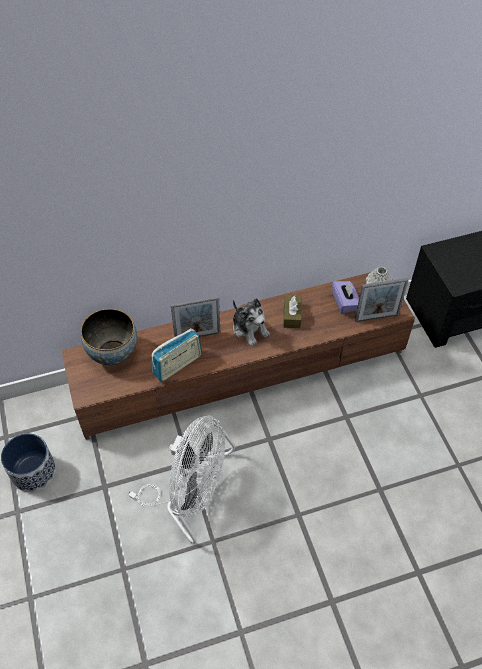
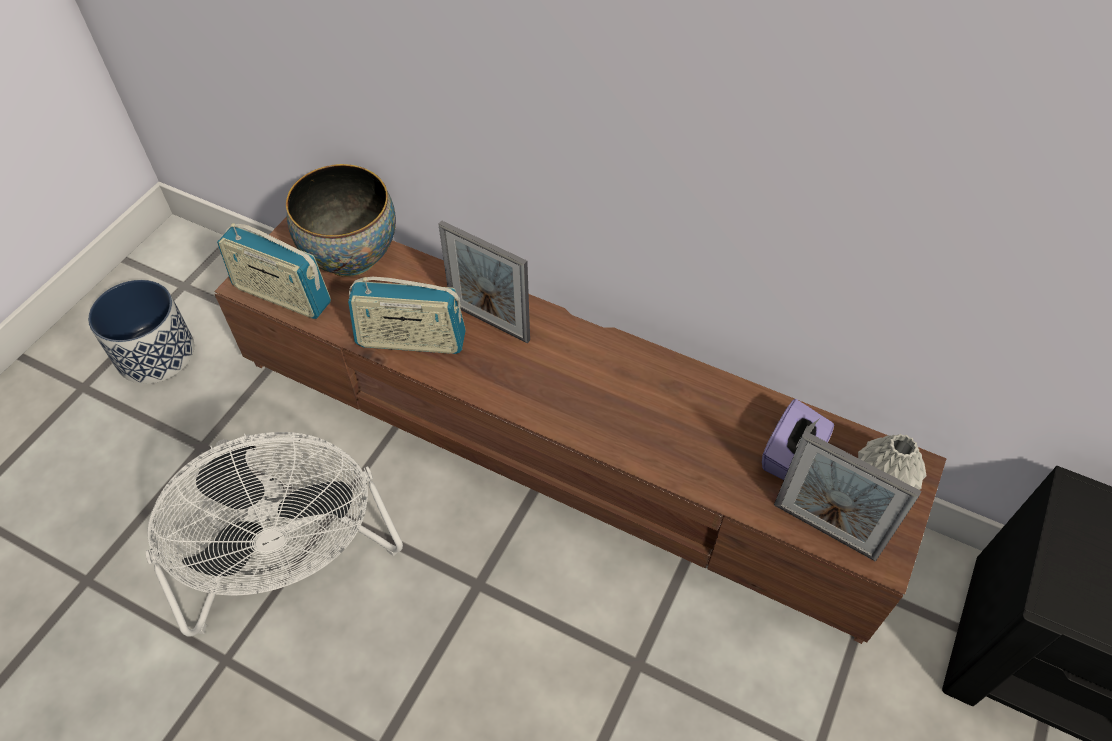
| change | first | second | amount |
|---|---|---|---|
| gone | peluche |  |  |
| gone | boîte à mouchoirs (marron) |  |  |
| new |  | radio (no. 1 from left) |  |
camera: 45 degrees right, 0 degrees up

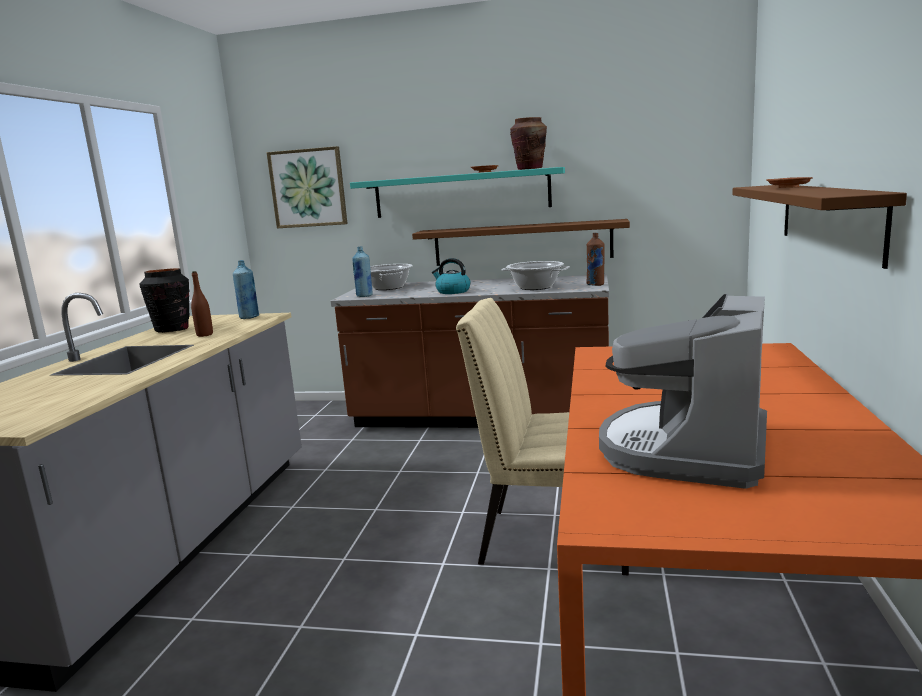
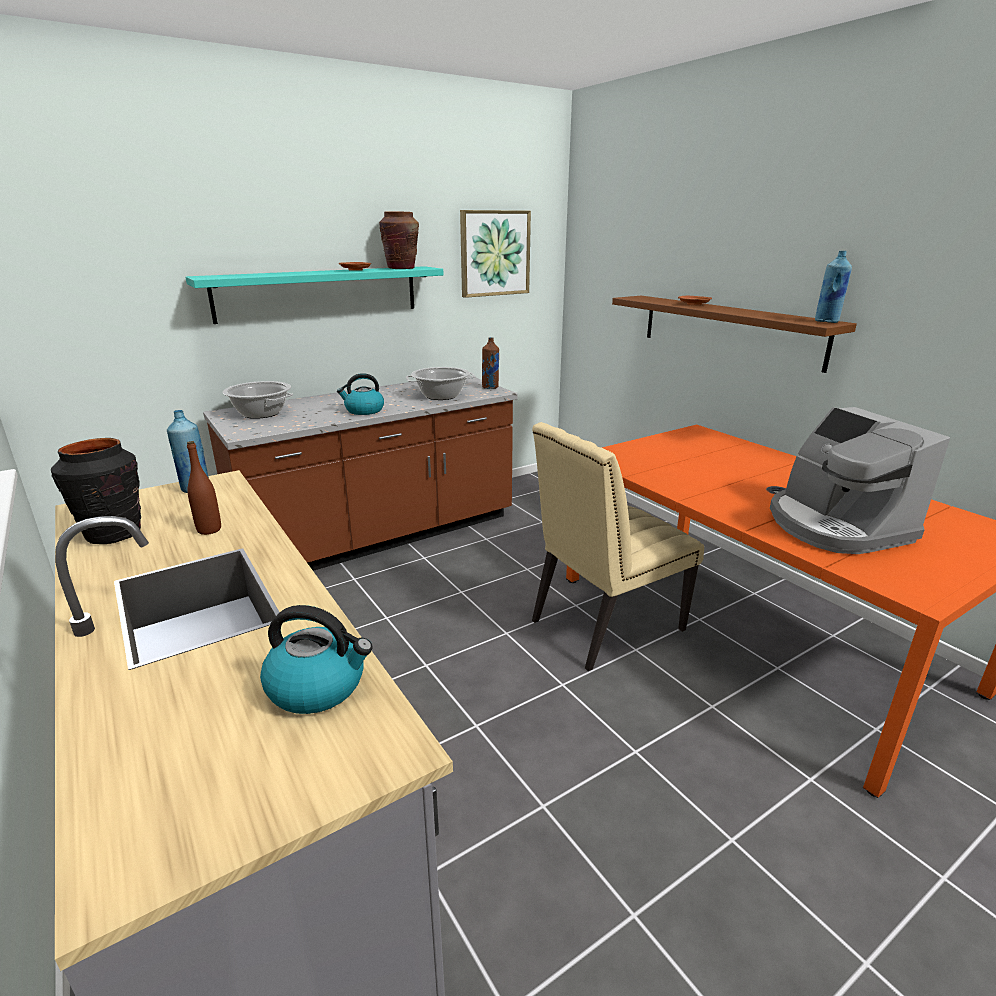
| change | first | second | amount |
|---|---|---|---|
| gone | étagère (marron) (no. 1 from left) |  |  |
| new |  | bouilloire (no. 1 from left) |  |
| shifted | tableau |  |  |
| shifted | bouteille (bleu) (no. 2 from left) |  |  |
camera: 45 degrees left, 10 degrees up

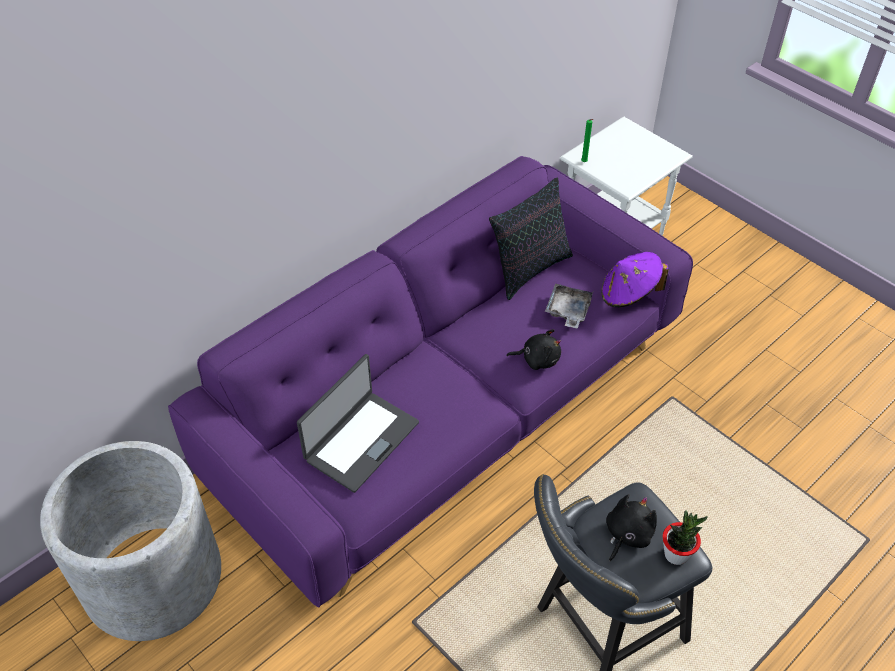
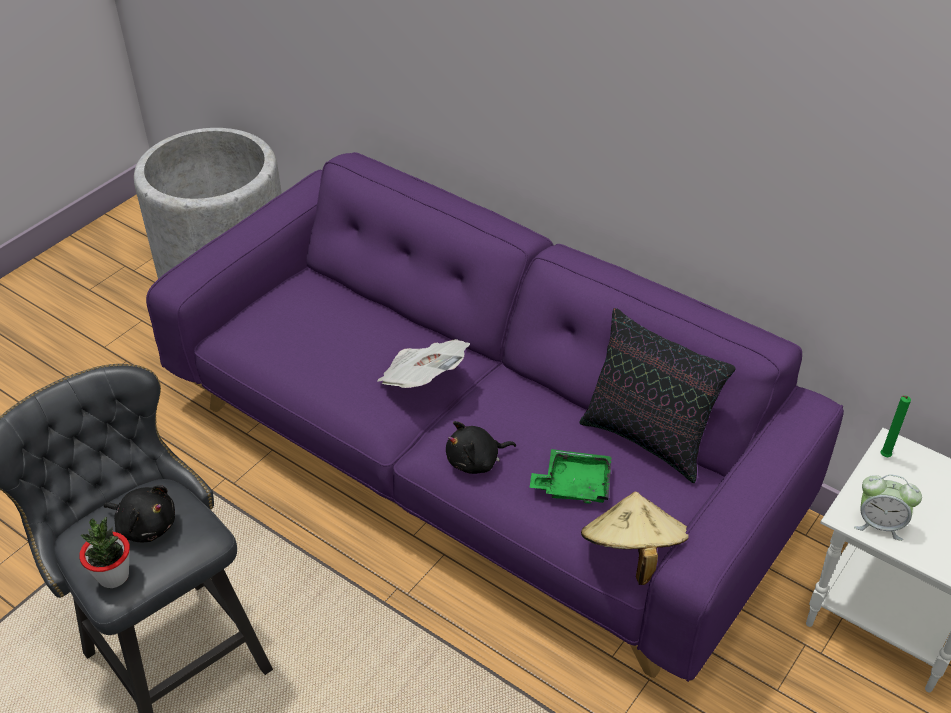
| change | first | second | amount |
|---|---|---|---|
| gone | ordinateur portable |  |  |
| new |  | journal |  |
| new |  | réveil |  |
| repainted | plateau (gris) | plateau (vert) |  |
| repainted | chapeau (violet) | chapeau (beige) |  |
| rotated | peluche (noir) (no. 1 from left in the first image) | peluche (noir) (no. 2 from left) | 75 degrees clockwise |
camera: 80 degrees right, 5 degrees down

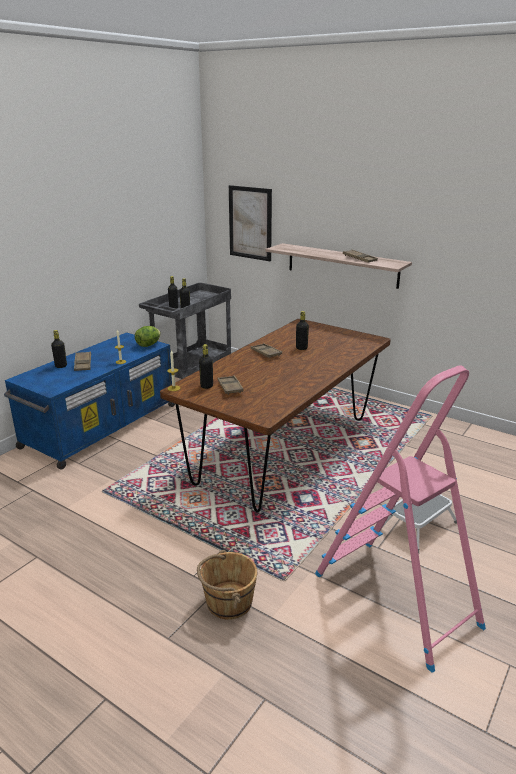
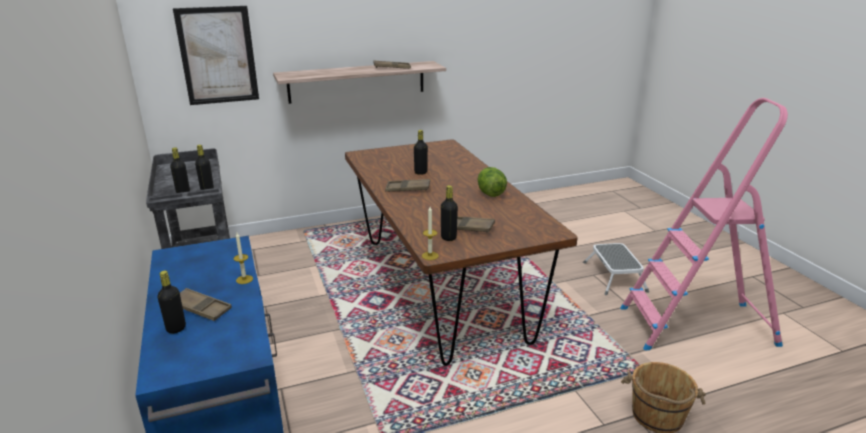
| change | first | second | amount |
|---|---|---|---|
| shifted | laitue |  |  |
camera: 55 degrees left, 0 degrees up

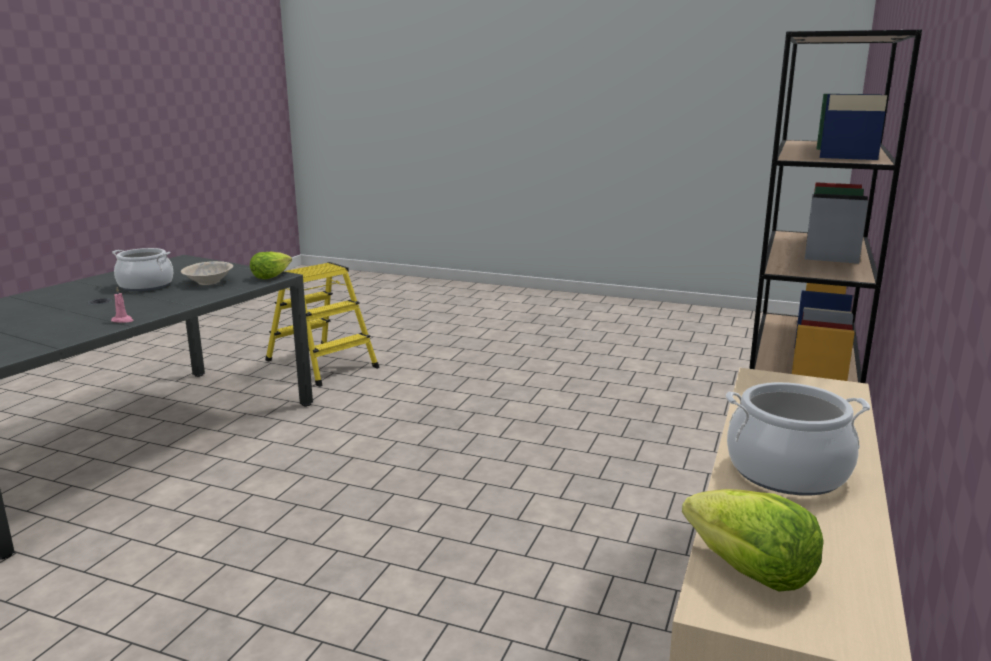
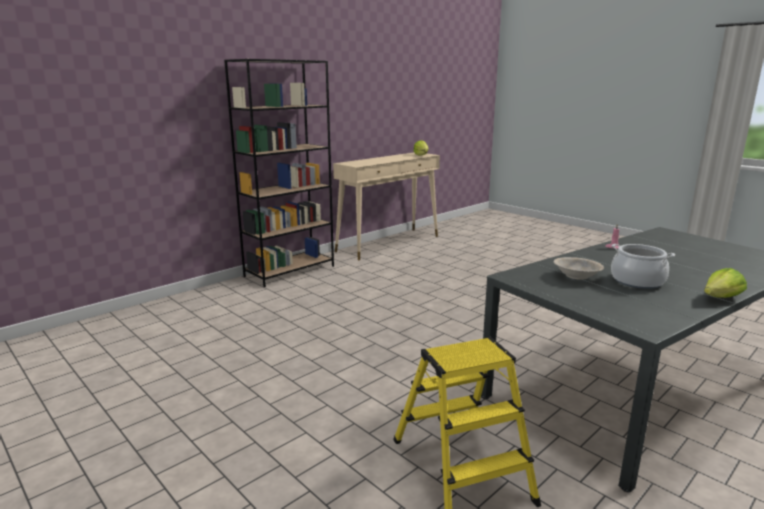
| change | first | second | amount |
|---|---|---|---|
| gone | marmite (no. 2 from left) |  |  |
| shifted | laitue (no. 1 from left in the first image) | laitue (no. 2 from left) |  |
camera: 155 degrees left, 0 degrees up

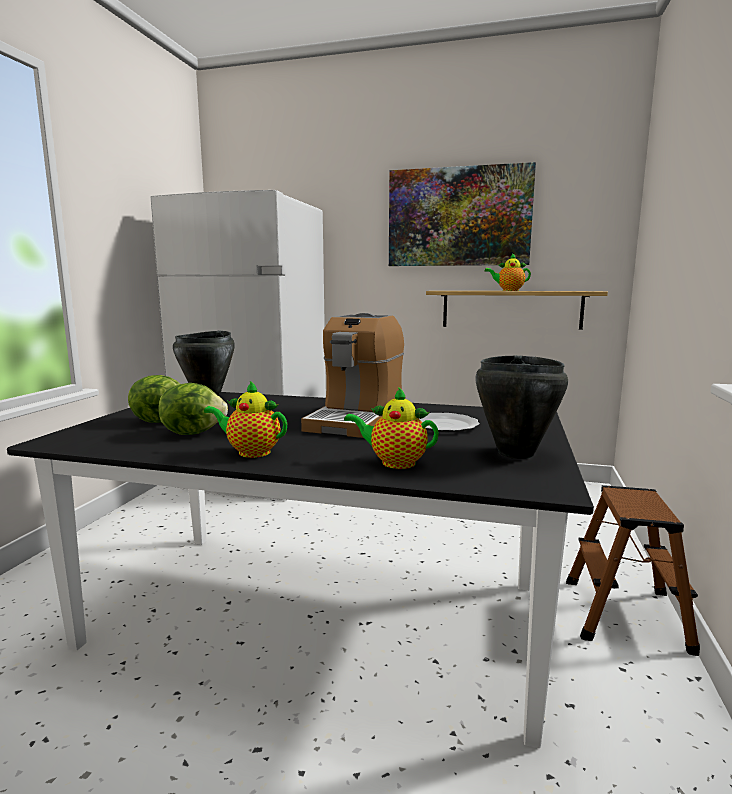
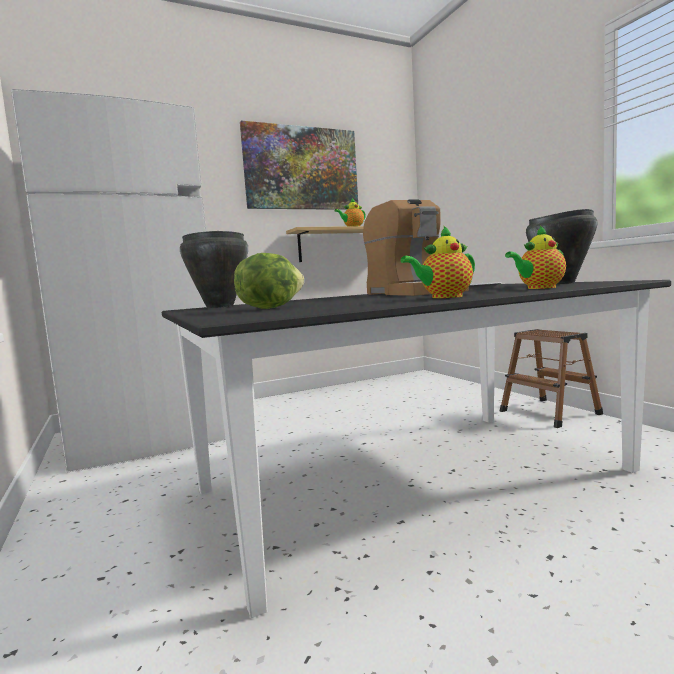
| change | first | second | amount |
|---|---|---|---|
| gone | laitue (no. 2 from left) |  |  |
camera: 40 degrees left, 5 degrees down

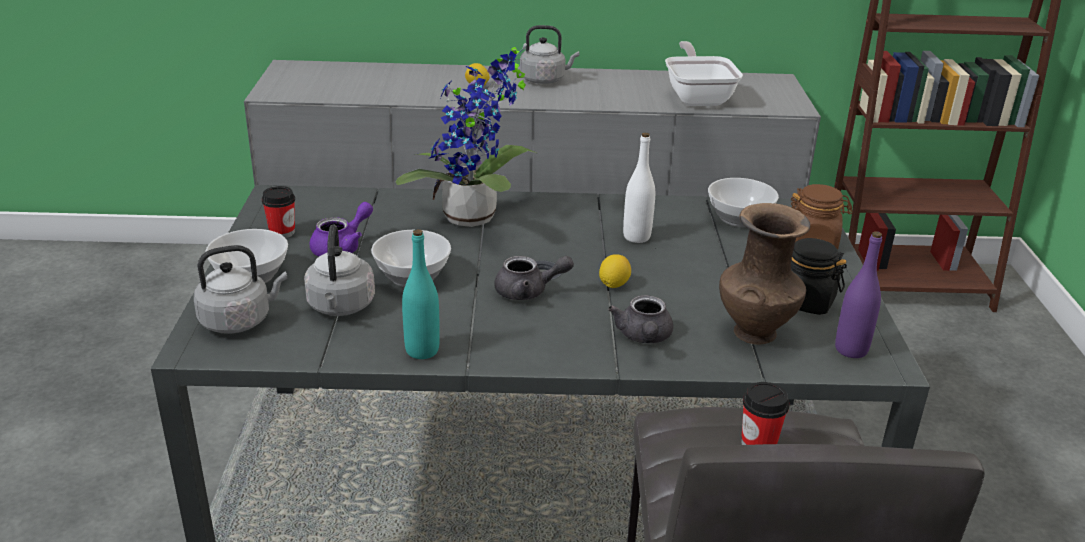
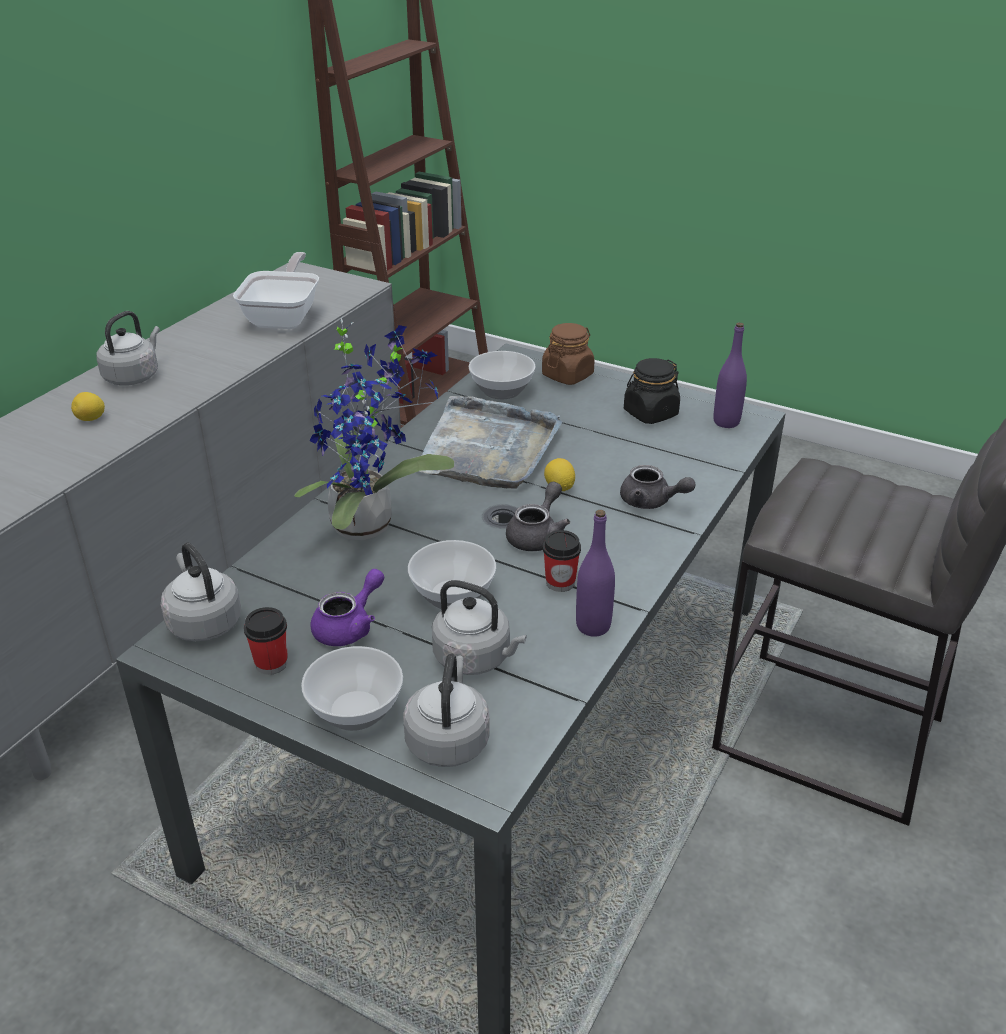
| change | first | second | amount |
|---|---|---|---|
| gone | vase (marron) |  |  |
| new |  | bouilloire (gris) (no. 2 from left) |  |
| shifted | tasse (no. 2 from left) |  |  |
| swapped | bouteille (blanc) | plateau (gris) |  |
| repainted | bouteille (turquoise) | bouteille (violet) (no. 1 from left) |  |
| rotated | théière (violet) |  | 60 degrees clockwise |
| rotated | poêle |  | 75 degrees clockwise |
camera: 60 degrees left, 5 degrees up

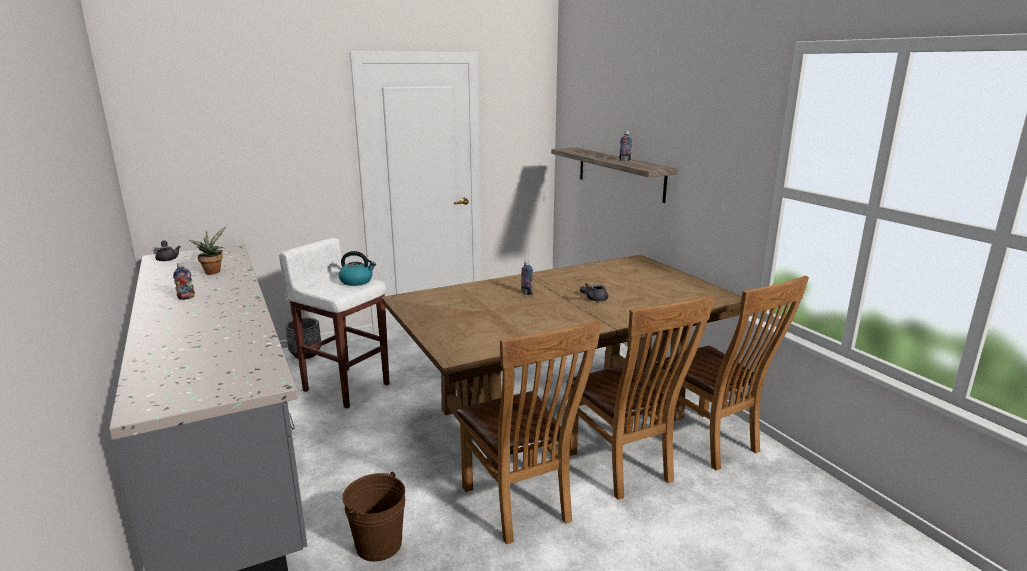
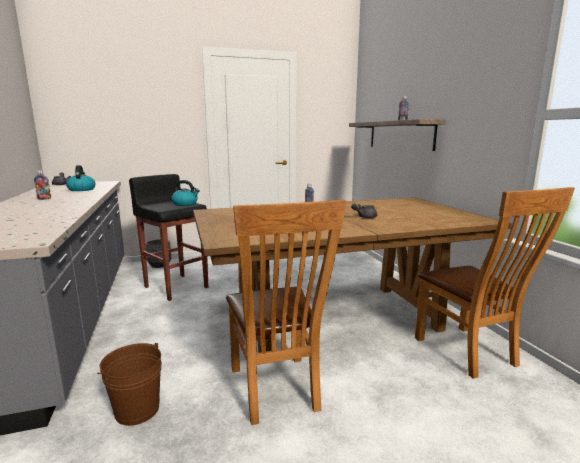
| change | first | second | amount |
|---|---|---|---|
| gone | chaise (marron) (no. 2 from left) |  |  |
| swapped | plante en pot | bouilloire (no. 1 from left) |  |
| repainted | tabouret (blanc) | tabouret (noir) |  |
camera: 10 degrees right, 5 degrees down

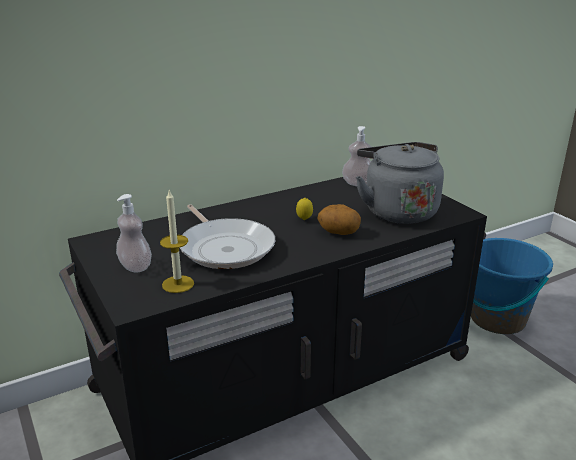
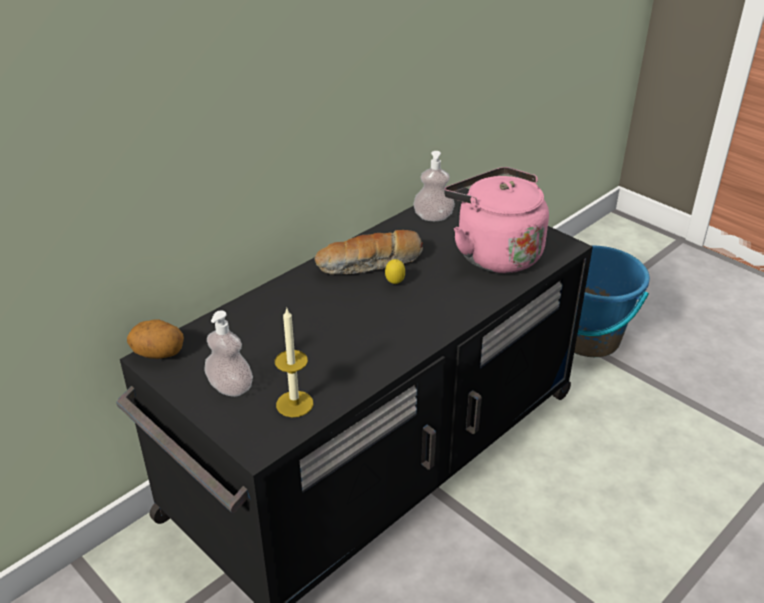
| change | first | second | amount |
|---|---|---|---|
| gone | poêle |  |  |
| new |  | pain |  |
| shifted | pomme de terre |  |  |
| repainted | bouilloire (gris) | bouilloire (rose) |  |
camera: 15 degrees left, 10 degrees up

